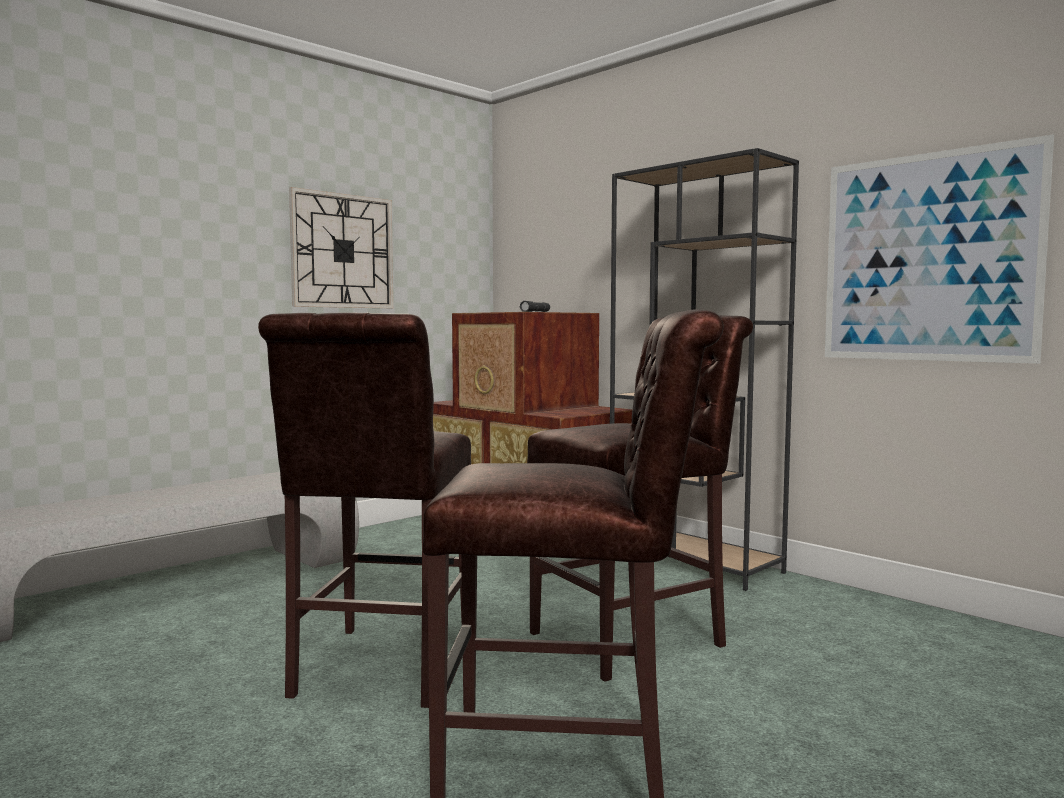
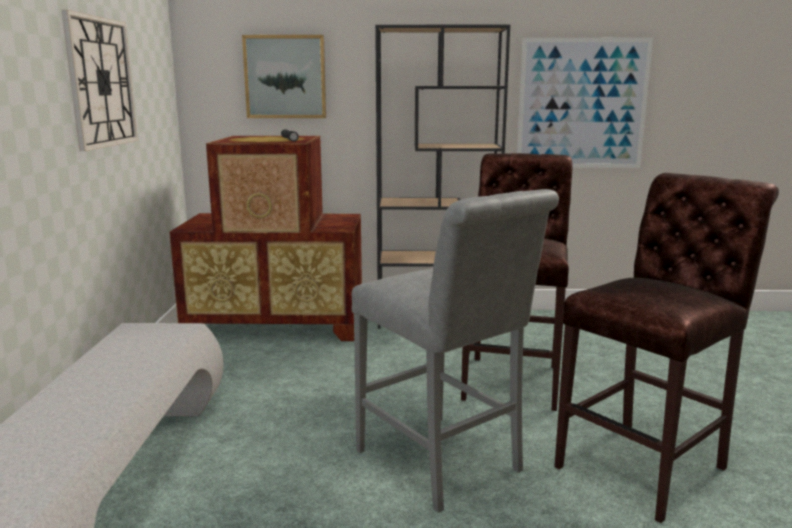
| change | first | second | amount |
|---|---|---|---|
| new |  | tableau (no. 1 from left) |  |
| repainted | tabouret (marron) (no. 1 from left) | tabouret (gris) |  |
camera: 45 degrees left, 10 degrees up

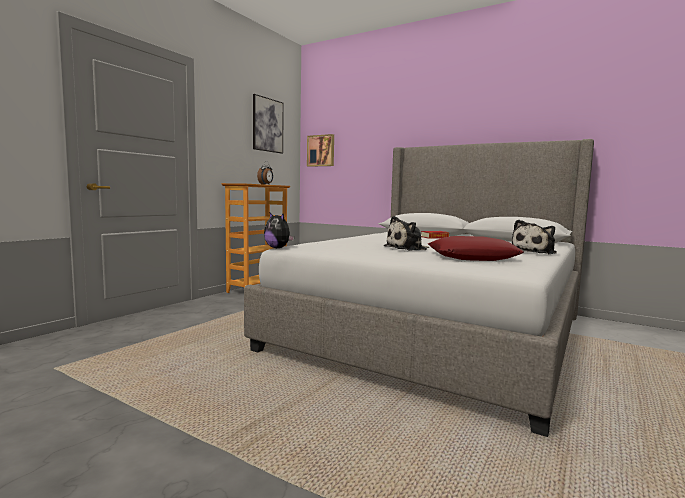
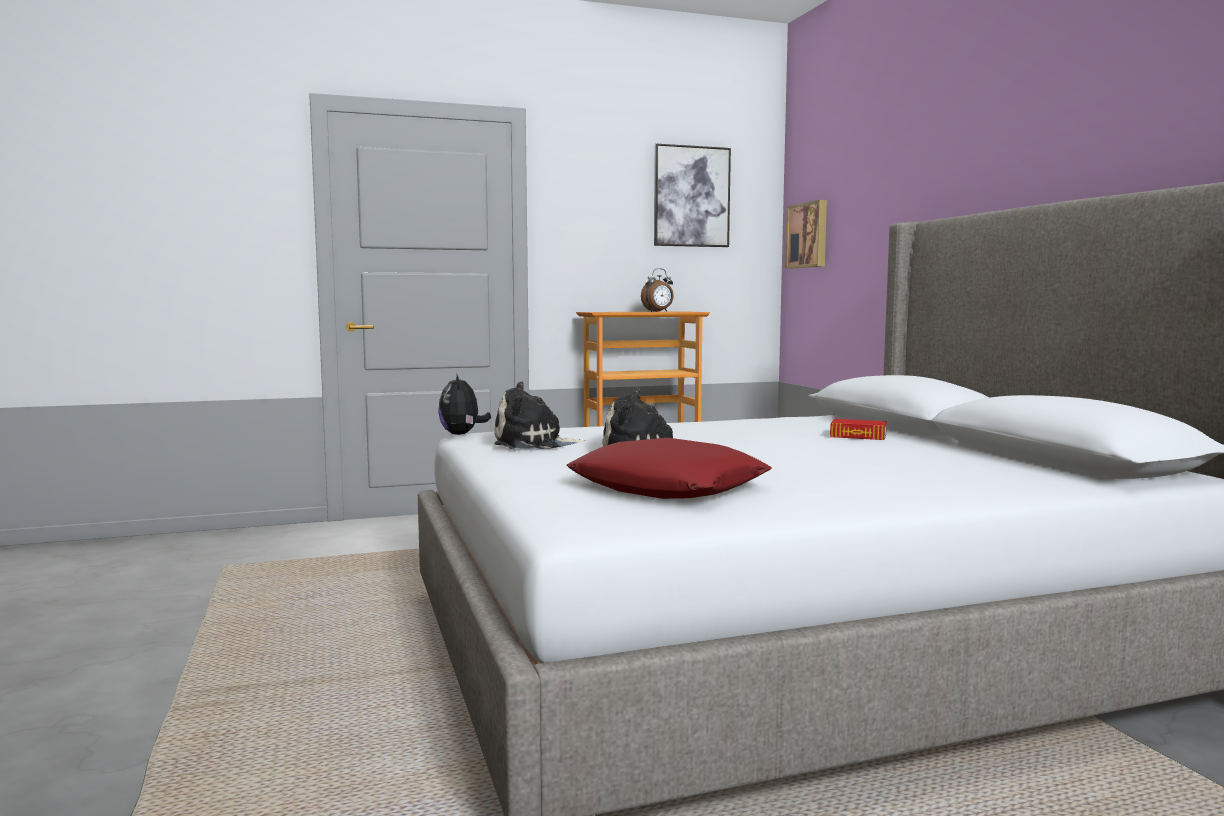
| change | first | second | amount |
|---|---|---|---|
| shifted | peluche (no. 3 from left in the first image) | peluche (no. 2 from left) |  |
camera: 40 degrees right, 0 degrees up

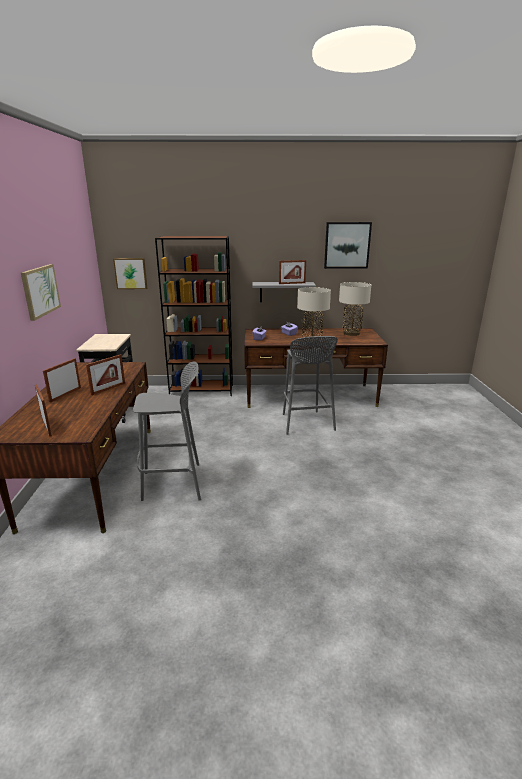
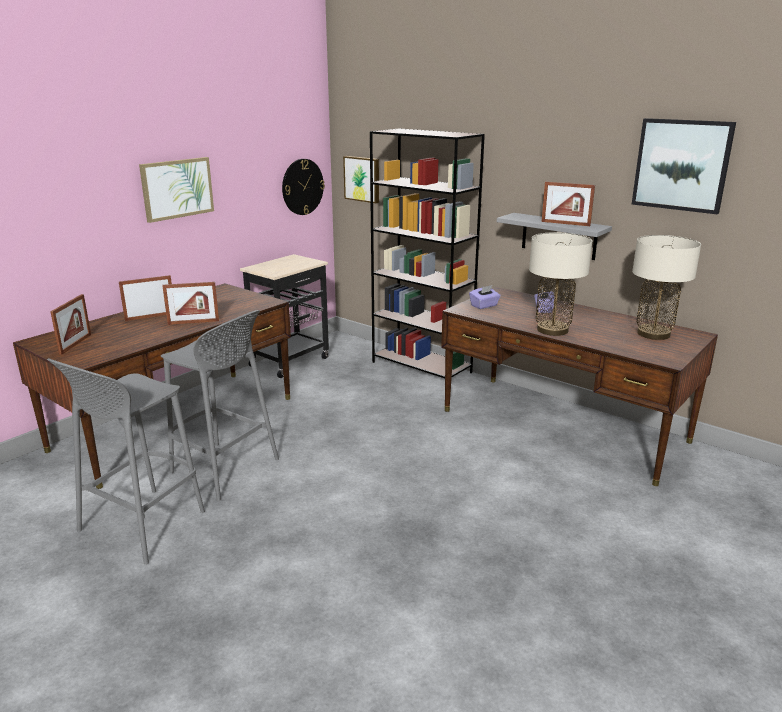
| change | first | second | amount |
|---|---|---|---|
| new |  | horloge murale |  |
| shifted | tabouret (gris) (no. 2 from left in the first image) | tabouret (gris) (no. 1 from left) |  |
camera: 40 degrees right, 0 degrees up

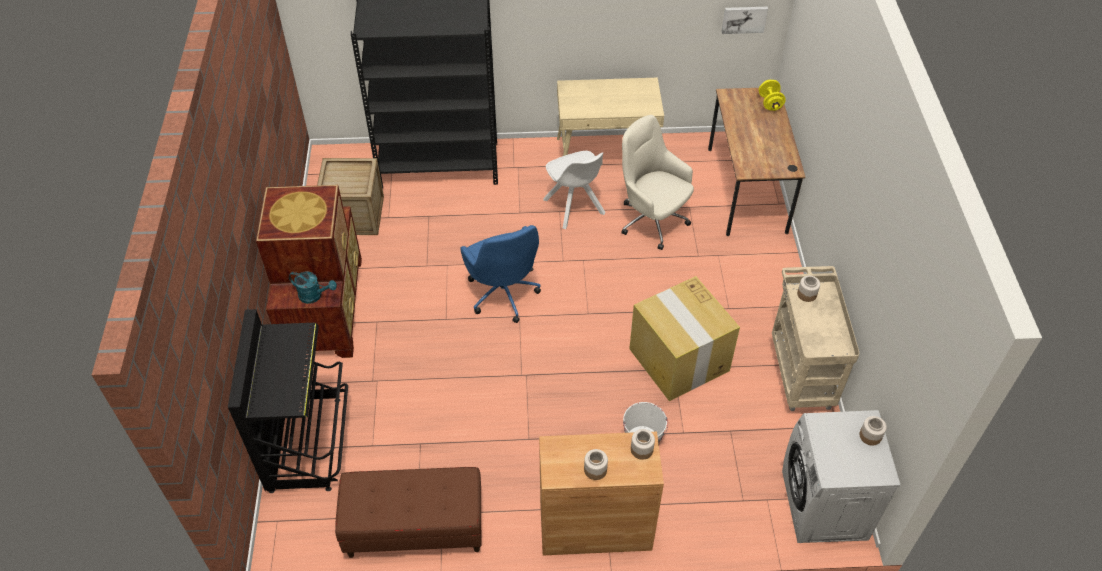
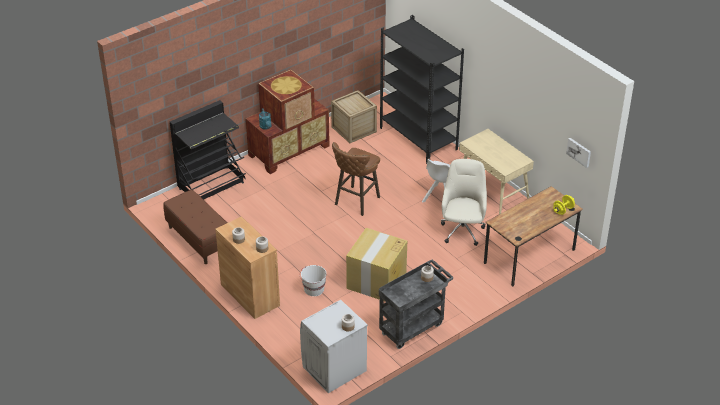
| change | first | second | amount |
|---|---|---|---|
| swapped | chaise de bureau (bleu) | tabouret (marron) |  |
| repainted | chariot (beige) | chariot (noir) |  |
camera: 55 degrees right, 10 degrees down

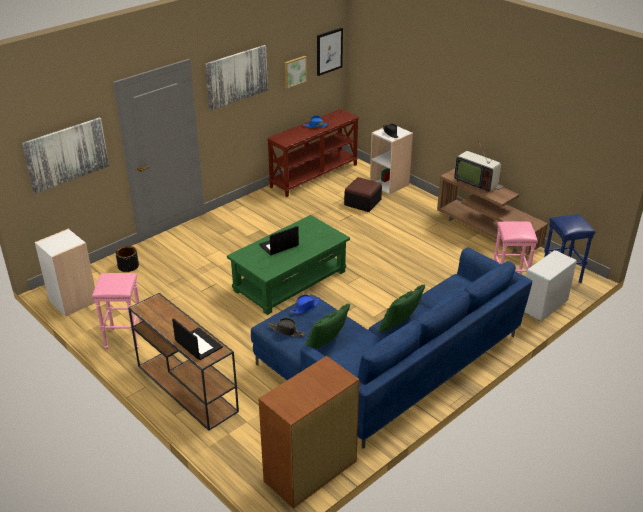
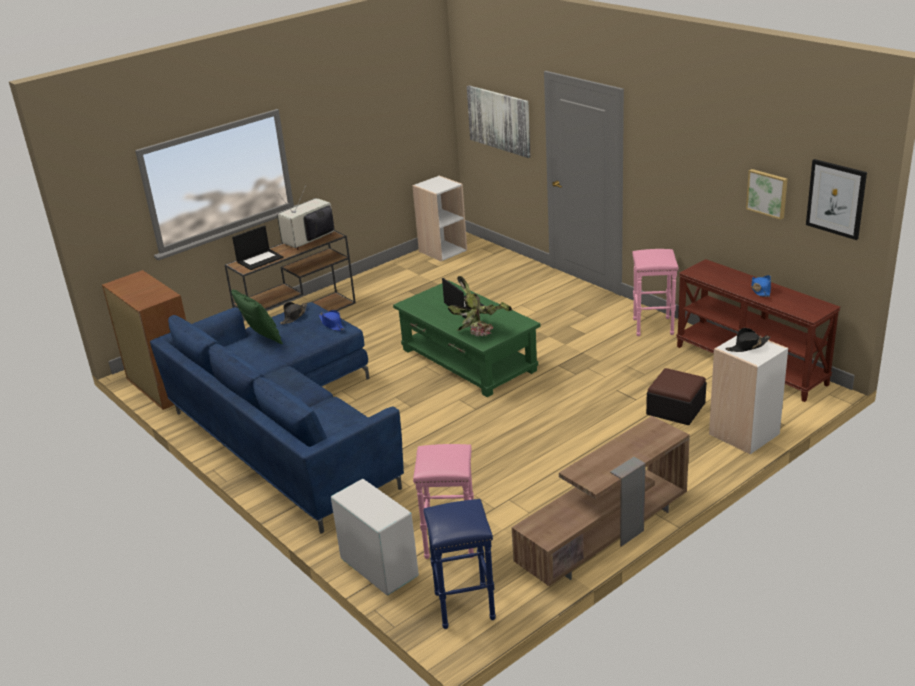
| change | first | second | amount |
|---|---|---|---|
| gone | cache-pot (noir) |  |  |
| gone | tableau (no. 2 from left) |  |  |
| gone | coussin (vert) (no. 2 from left) |  |  |
| new |  | plante en pot |  |
| shifted | tabouret (rose) (no. 1 from left in the first image) | tabouret (rose) (no. 2 from left) |  |
| shifted | téléviseur |  |  |
camera: 95 degrees right, 5 degrees down

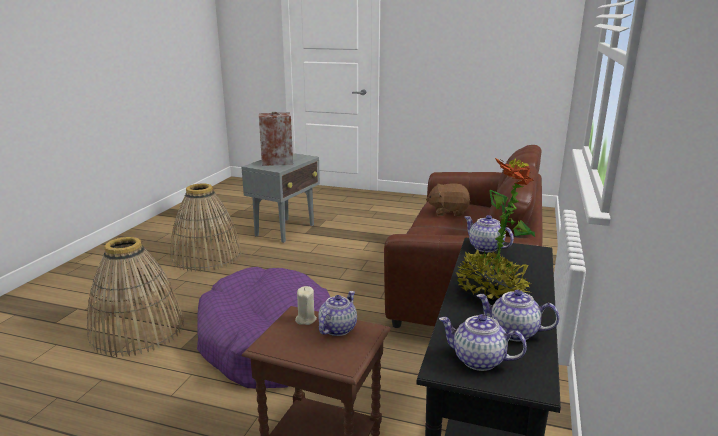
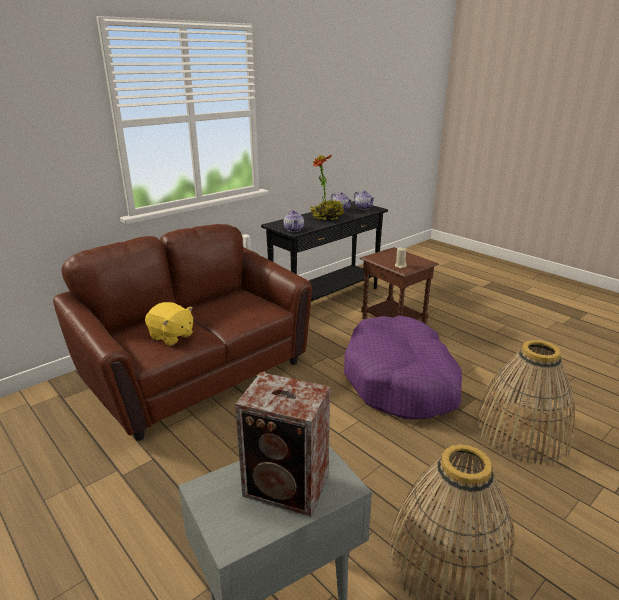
| change | first | second | amount |
|---|---|---|---|
| gone | théière (no. 1 from left) |  |  |
| repainted | peluche (marron) | peluche (jaune) |  |
camera: 150 degrees left, 5 degrees up

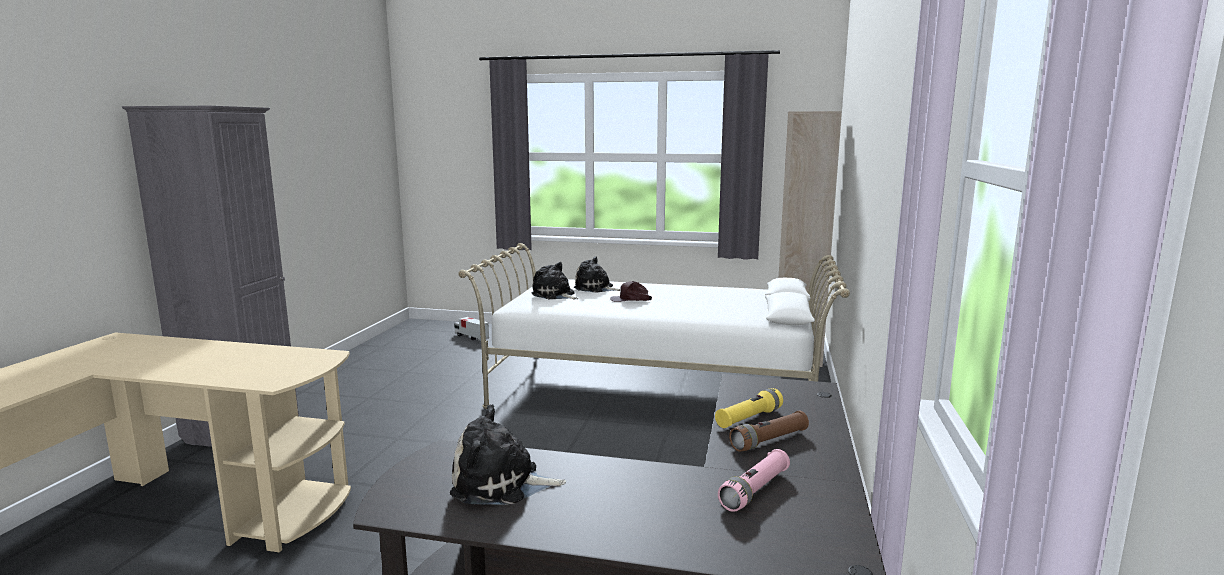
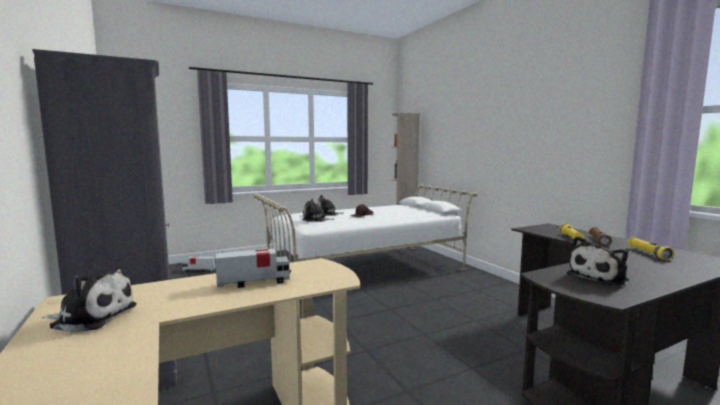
| change | first | second | amount |
|---|---|---|---|
| new |  | peluche (no. 1 from left) |  |
| new |  | camion jouet (no. 2 from left) |  |
| repainted | lampe de poche (rose) | lampe de poche (jaune) (no. 2 from left) |  |
camera: 40 degrees left, 5 degrees down

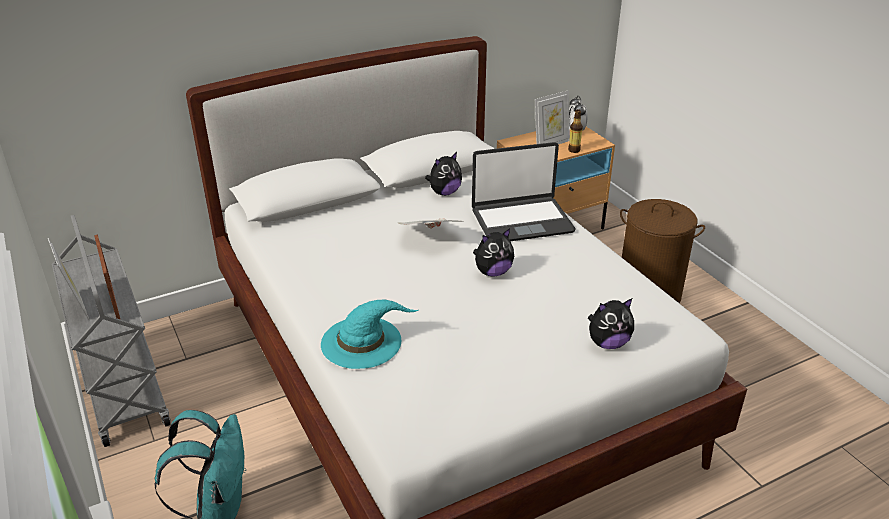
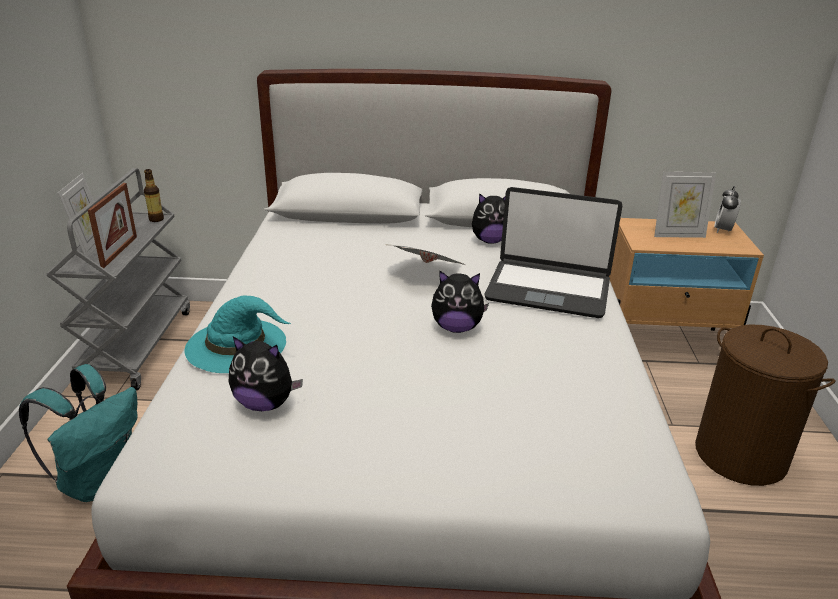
| change | first | second | amount |
|---|---|---|---|
| shifted | bouteille |  |  |
| shifted | peluche (no. 3 from left in the first image) | peluche (no. 1 from left) |  |
camera: 30 degrees right, 5 degrees down

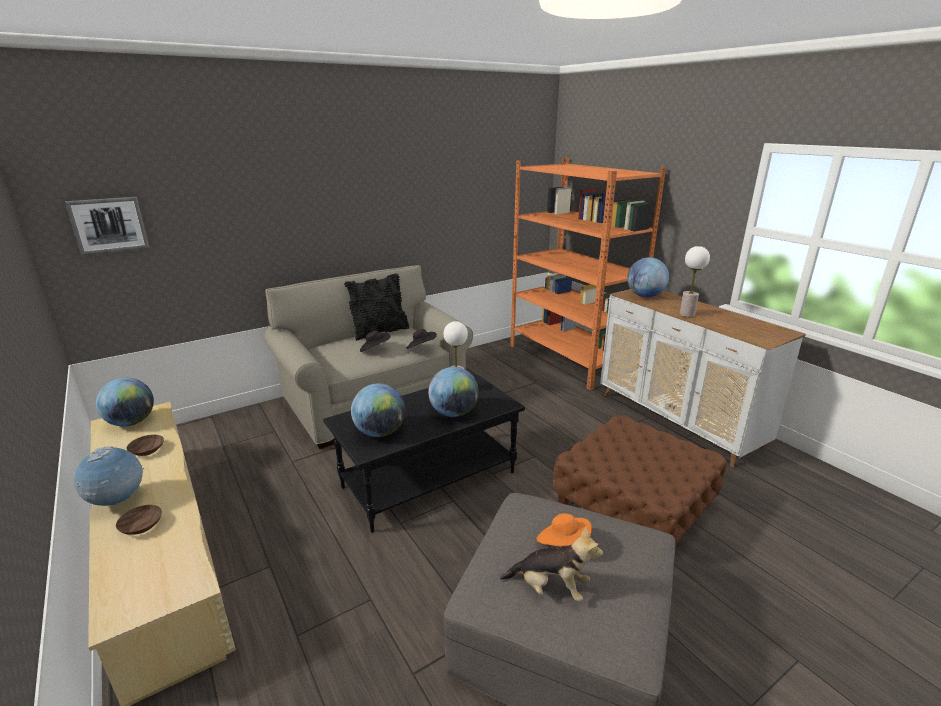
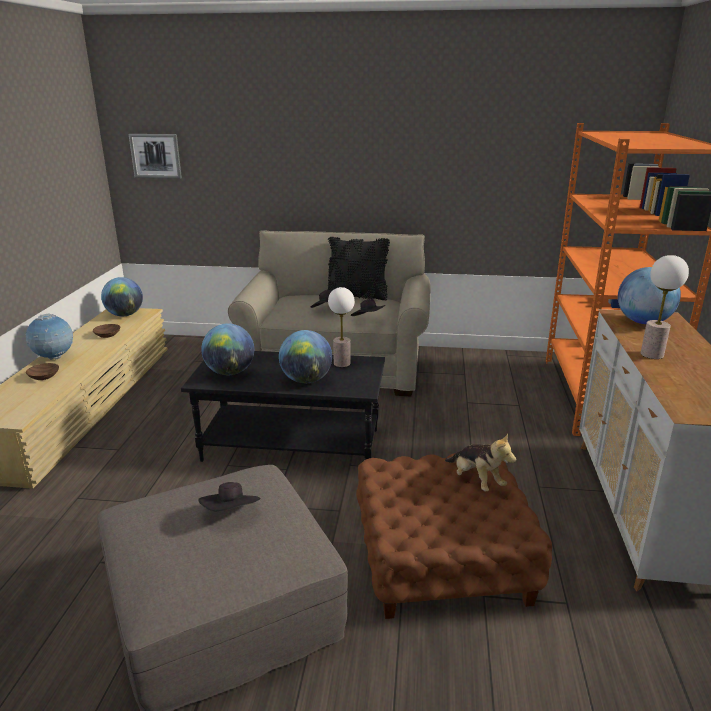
| change | first | second | amount |
|---|---|---|---|
| shifted | peluche |  |  |
| repainted | chapeau (orange) | chapeau (noir) (no. 1 from left) |  |
camera: 40 degrees right, 0 degrees up

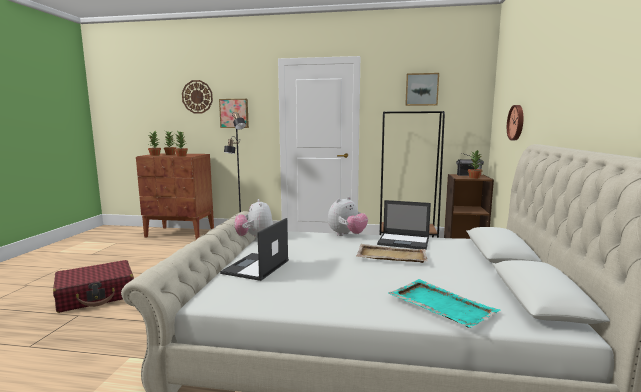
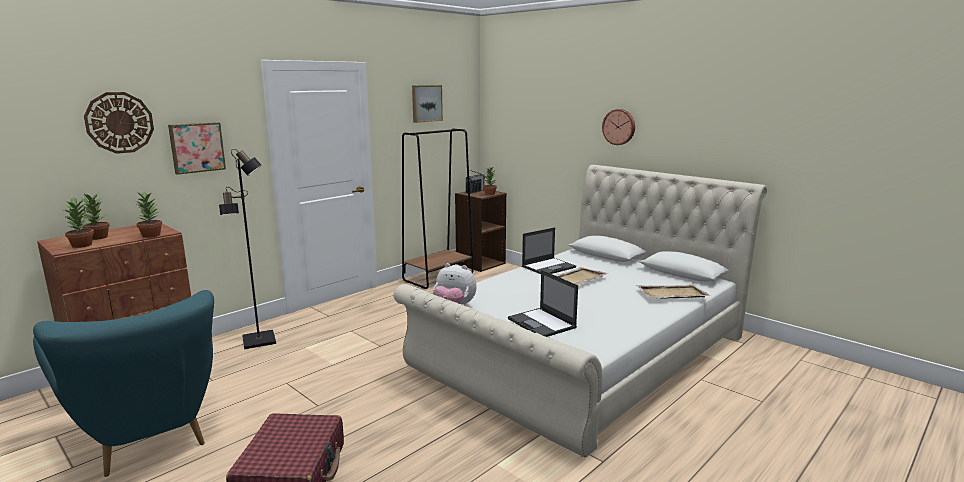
| change | first | second | amount |
|---|---|---|---|
| gone | peluche (no. 2 from left) |  |  |
| new |  | fauteuil (turquoise) |  |
| shifted | horloge murale (no. 2 from left) |  |  |
| repainted | plateau (turquoise) | plateau (beige) (no. 2 from left) |  |
camera: 55 degrees left, 5 degrees up

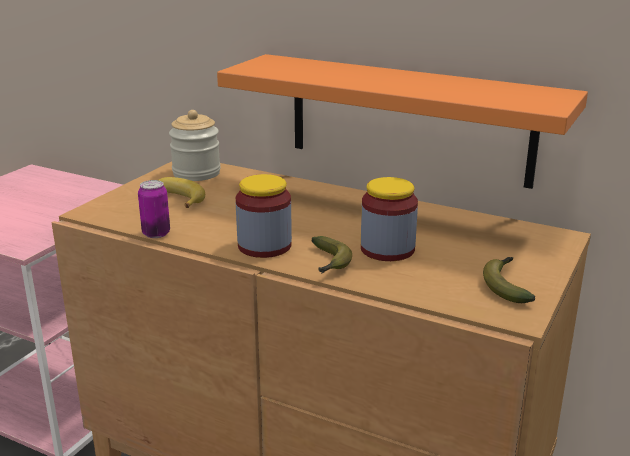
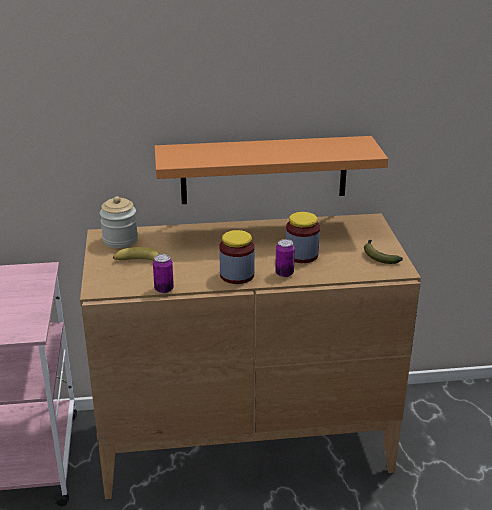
| change | first | second | amount |
|---|---|---|---|
| swapped | banane (no. 2 from left) | boîte métallique (no. 2 from left) |  |
camera: 35 degrees left, 5 degrees up

